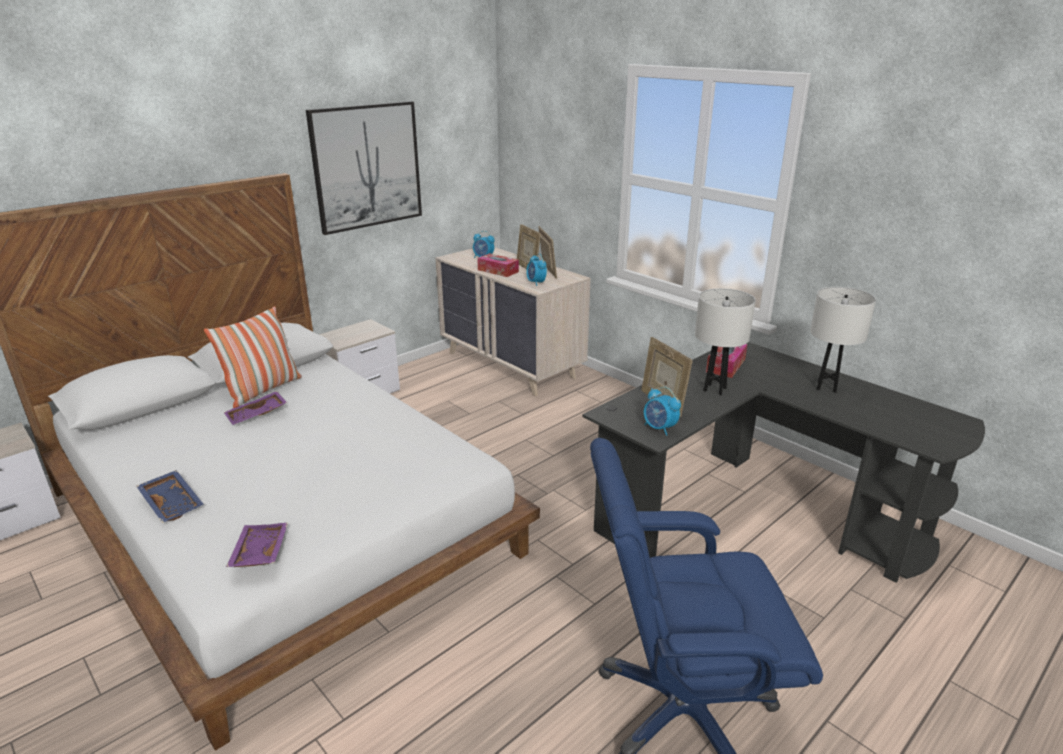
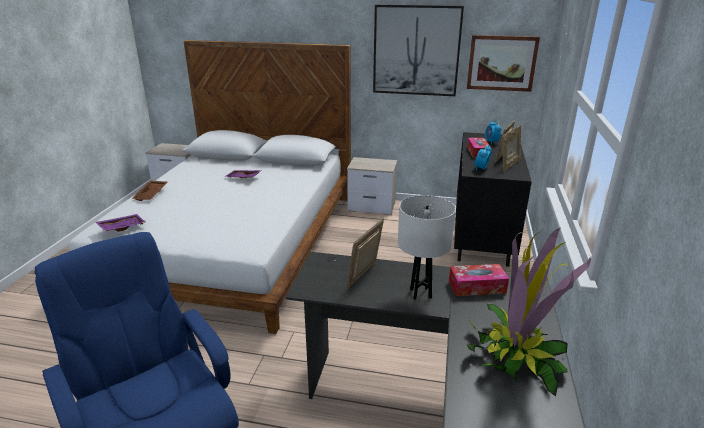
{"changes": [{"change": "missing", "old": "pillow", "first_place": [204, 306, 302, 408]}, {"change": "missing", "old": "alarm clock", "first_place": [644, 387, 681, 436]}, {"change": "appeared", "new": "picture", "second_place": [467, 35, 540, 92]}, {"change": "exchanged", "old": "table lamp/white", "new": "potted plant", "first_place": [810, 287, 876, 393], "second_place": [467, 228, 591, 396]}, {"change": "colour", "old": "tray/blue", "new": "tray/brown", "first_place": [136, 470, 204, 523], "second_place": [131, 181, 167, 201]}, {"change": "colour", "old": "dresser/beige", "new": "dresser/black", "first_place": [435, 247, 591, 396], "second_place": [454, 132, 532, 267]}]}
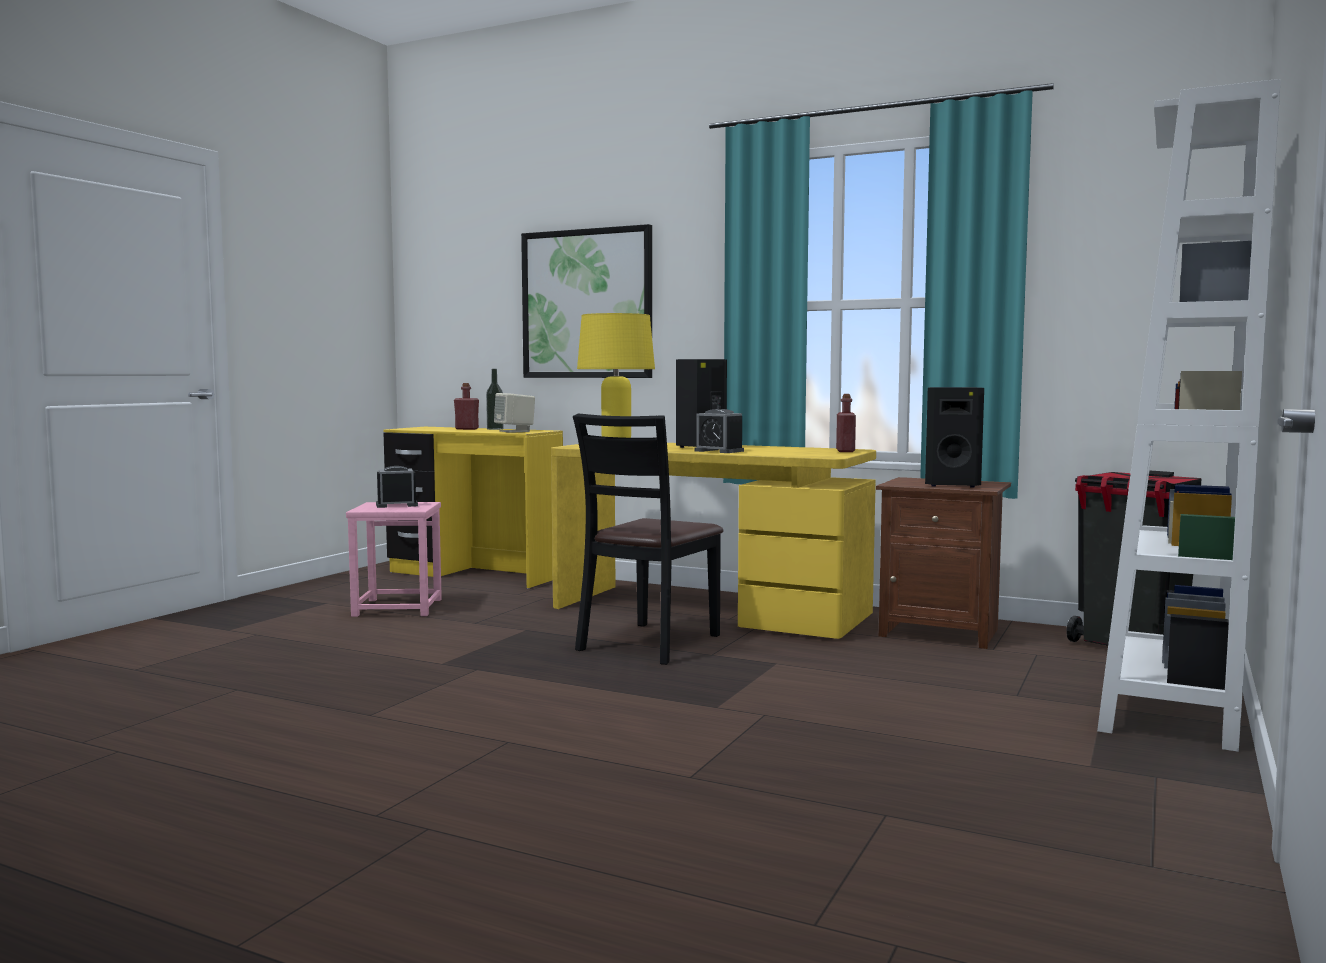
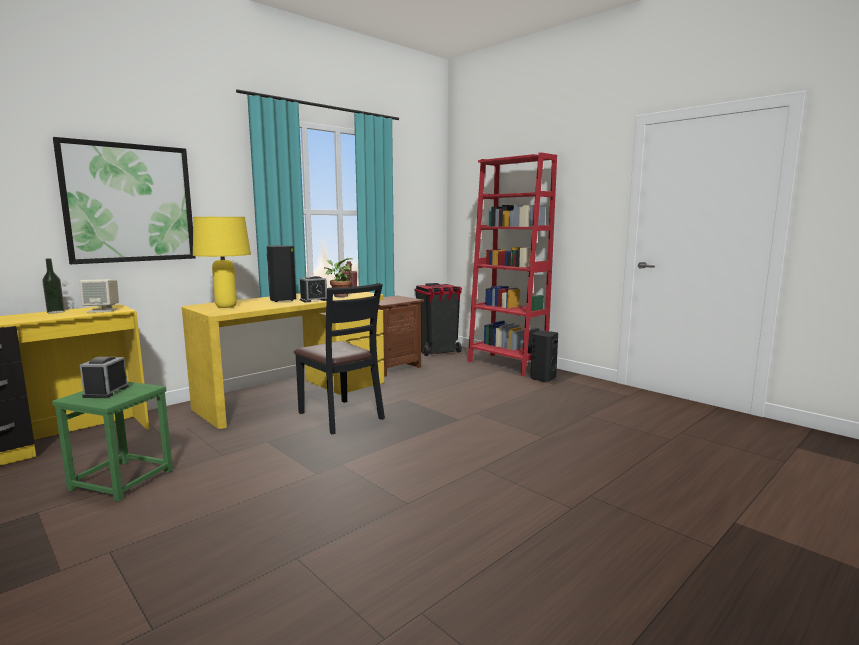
{"changes": [{"change": "missing", "old": "bottle/red", "first_place": [454, 383, 479, 430]}, {"change": "appeared", "new": "potted plant", "second_place": [324, 258, 353, 297]}, {"change": "relocated", "old": "speaker/black", "first_place": [925, 387, 984, 488], "second_place": [531, 331, 558, 382]}, {"change": "colour", "old": "stool/pink", "new": "stool/green", "first_place": [346, 502, 442, 617], "second_place": [52, 382, 173, 501]}, {"change": "colour", "old": "bookcase/white", "new": "bookcase/red", "first_place": [1097, 79, 1281, 752], "second_place": [468, 153, 557, 376]}]}
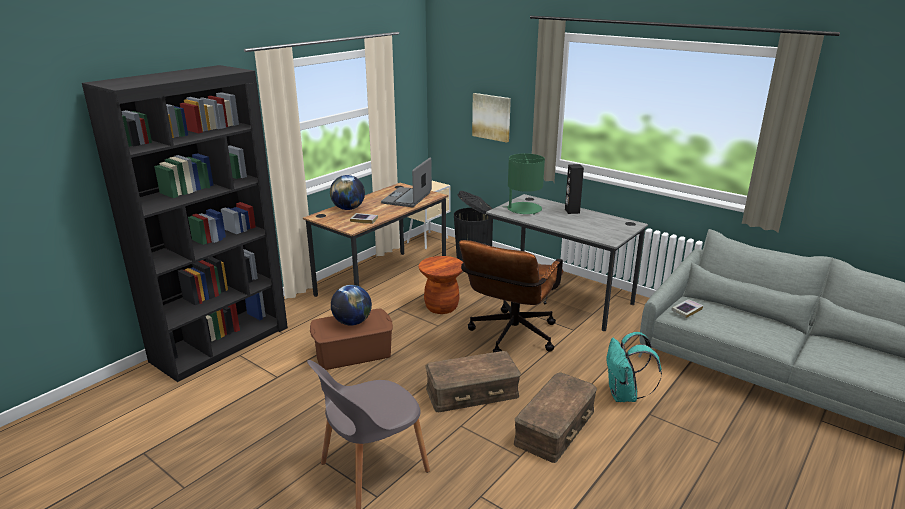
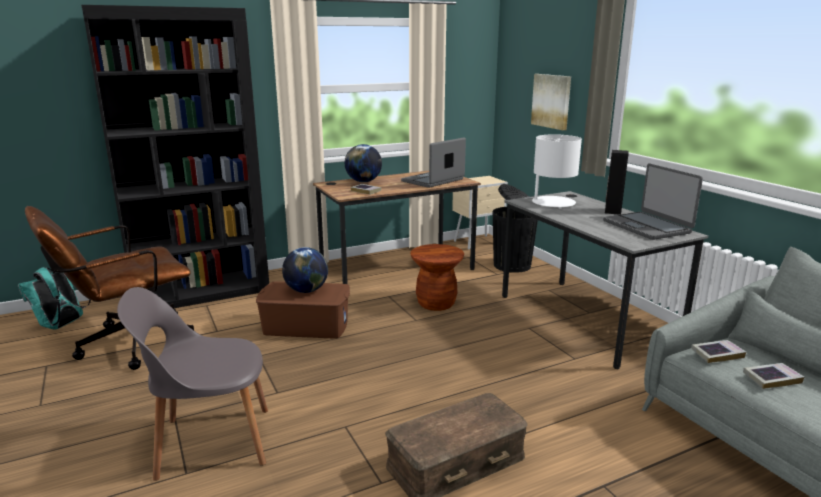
{"changes": [{"change": "missing", "old": "storage box/brown", "first_place": [425, 351, 521, 412]}, {"change": "appeared", "new": "laptop", "second_place": [603, 163, 703, 240]}, {"change": "appeared", "new": "book", "second_place": [743, 363, 804, 389]}, {"change": "relocated", "old": "office chair/brown", "first_place": [459, 240, 563, 352], "second_place": [25, 206, 194, 370]}, {"change": "relocated", "old": "backpack/turquoise", "first_place": [606, 332, 662, 402], "second_place": [18, 267, 91, 329]}, {"change": "colour", "old": "table lamp/green", "new": "table lamp/white", "first_place": [506, 153, 545, 215], "second_place": [527, 134, 582, 209]}]}
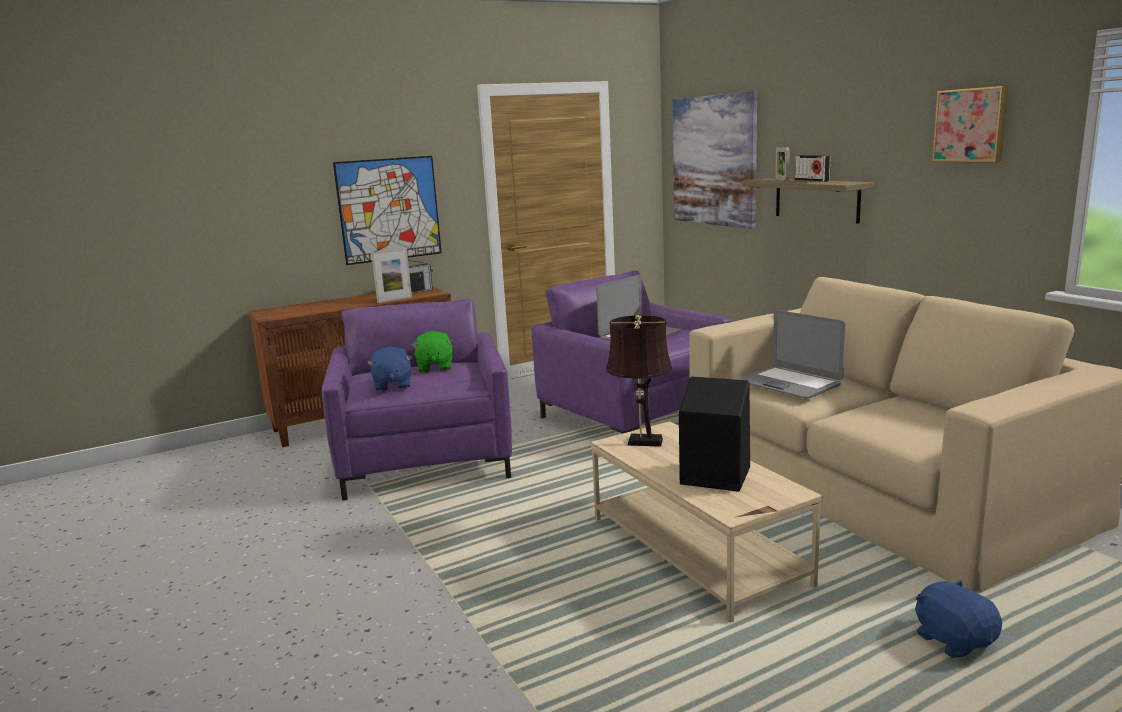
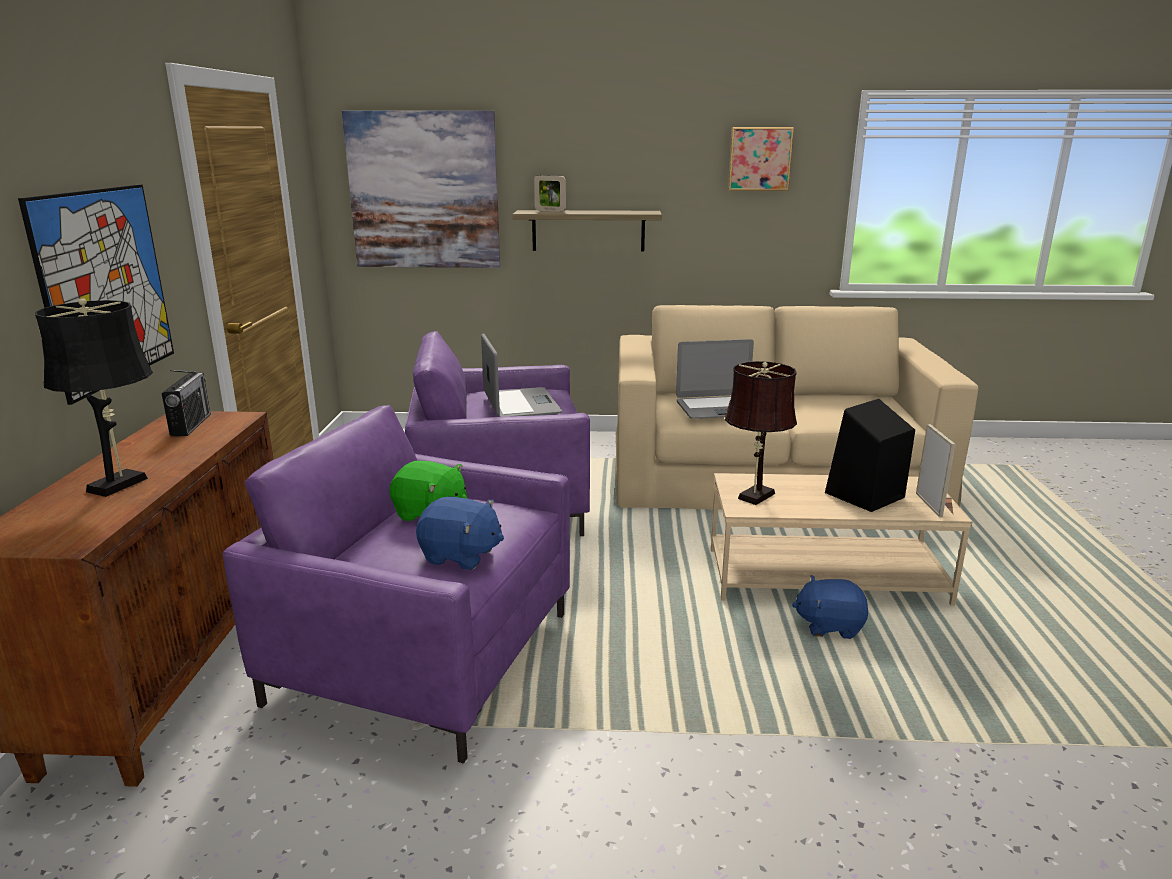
{"changes": [{"change": "missing", "old": "radio", "first_place": [795, 155, 831, 182]}, {"change": "appeared", "new": "table lamp/black", "second_place": [35, 298, 153, 497]}, {"change": "relocated", "old": "picture frame", "first_place": [371, 248, 412, 303], "second_place": [916, 424, 956, 517]}, {"change": "relocated", "old": "plush toy/blue", "first_place": [915, 580, 1002, 658], "second_place": [792, 575, 868, 639]}]}
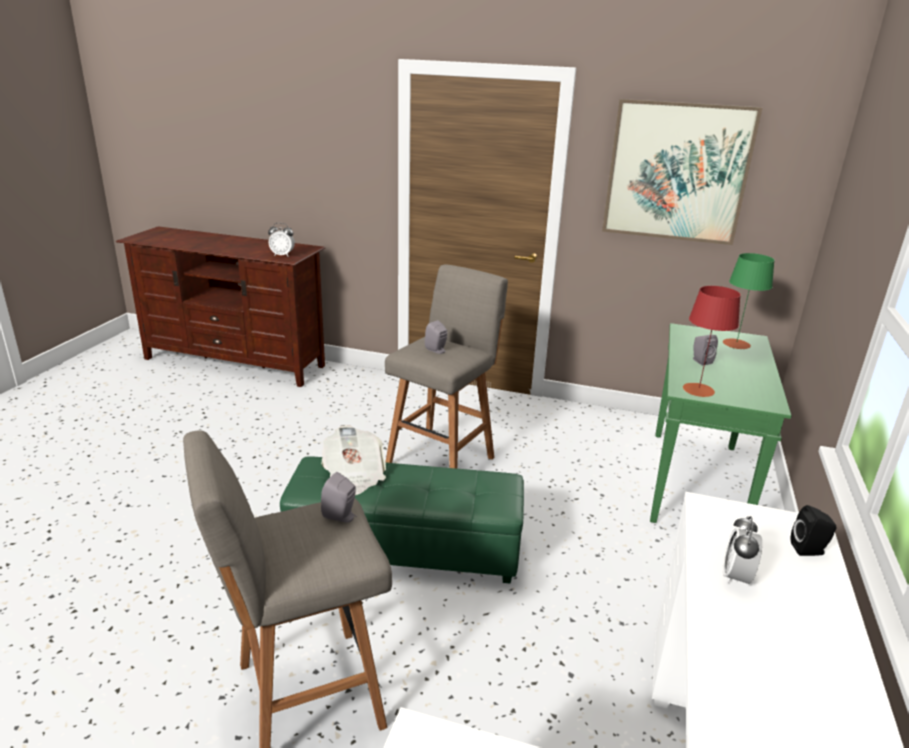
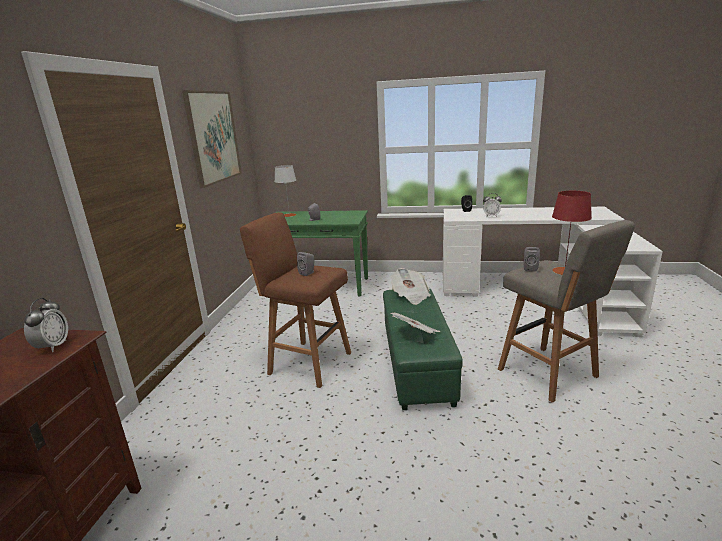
{"changes": [{"change": "appeared", "new": "newspaper", "second_place": [390, 268, 431, 305]}, {"change": "relocated", "old": "table lamp/red", "first_place": [683, 286, 741, 397], "second_place": [552, 191, 592, 275]}, {"change": "colour", "old": "stool/grey", "new": "stool/brown", "first_place": [385, 264, 508, 468], "second_place": [240, 212, 351, 388]}, {"change": "colour", "old": "table lamp/green", "new": "table lamp/grey", "first_place": [723, 253, 775, 349], "second_place": [275, 165, 297, 217]}]}
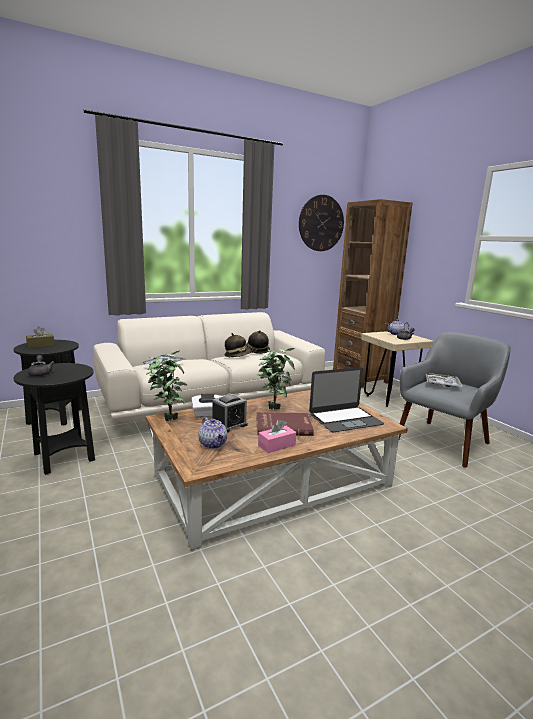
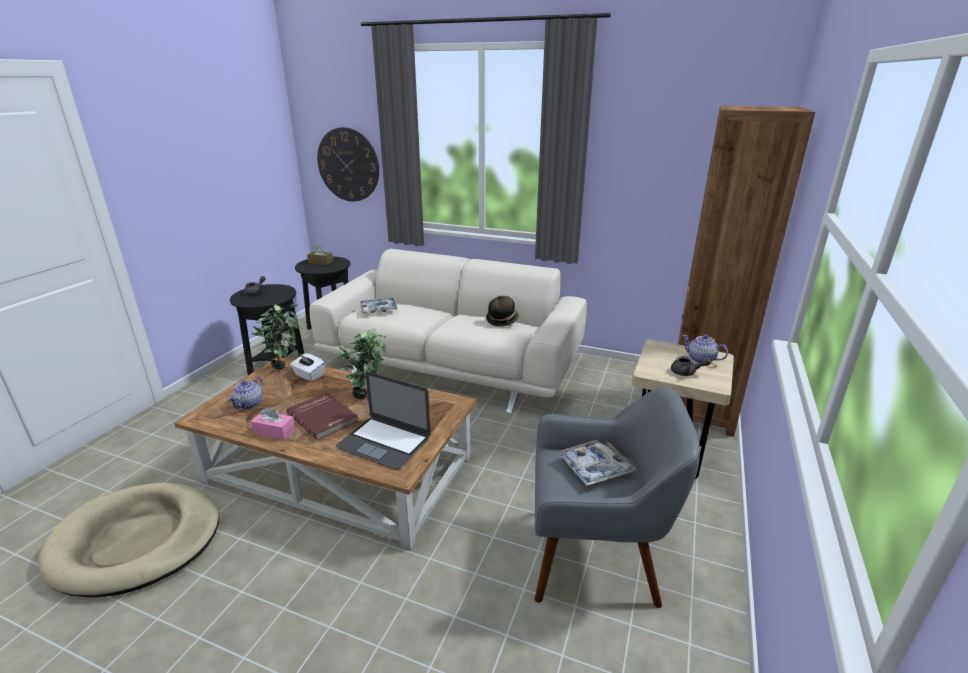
{"changes": [{"change": "missing", "old": "alarm clock", "first_place": [213, 394, 247, 433]}, {"change": "missing", "old": "hat", "first_place": [225, 333, 251, 357]}, {"change": "appeared", "new": "dog bed/beige", "second_place": [38, 483, 219, 597]}, {"change": "relocated", "old": "wall clock", "first_place": [299, 195, 344, 251], "second_place": [317, 127, 379, 202]}]}
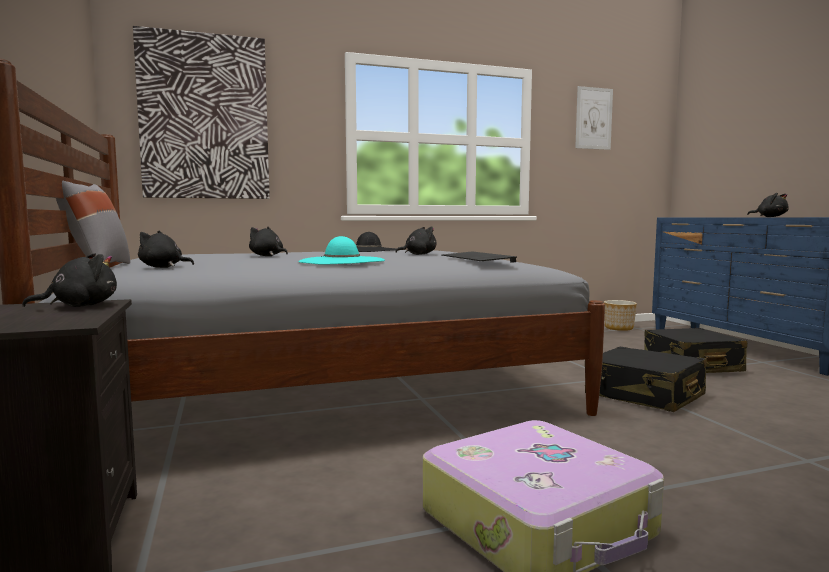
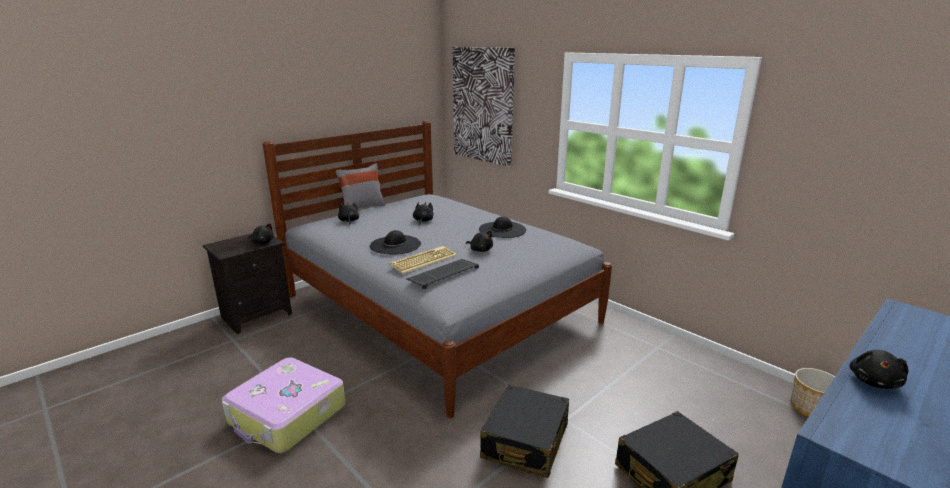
{"changes": [{"change": "missing", "old": "picture", "first_place": [575, 86, 613, 150]}, {"change": "appeared", "new": "keyboard", "second_place": [389, 246, 457, 274]}, {"change": "colour", "old": "hat/turquoise", "new": "hat/black", "first_place": [299, 236, 385, 265], "second_place": [370, 230, 421, 254]}]}
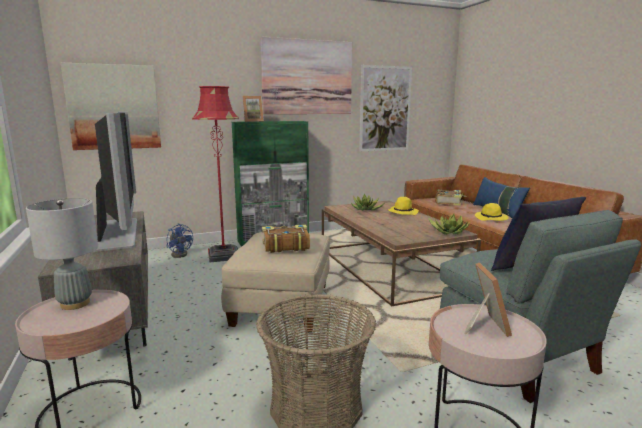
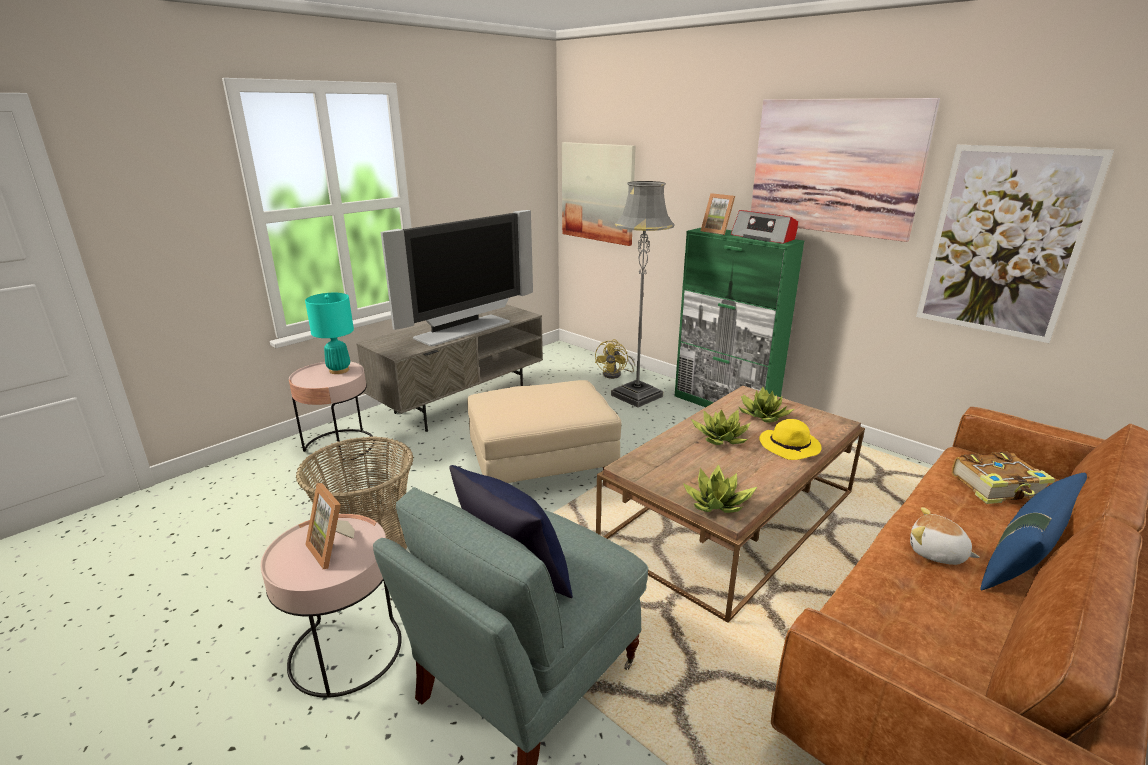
{"changes": [{"change": "missing", "old": "book", "first_place": [262, 224, 310, 253]}, {"change": "appeared", "new": "potted plant", "second_place": [691, 409, 751, 445]}, {"change": "appeared", "new": "radio", "second_place": [731, 210, 798, 244]}, {"change": "exchanged", "old": "hat/yellow", "new": "plush toy", "first_place": [475, 203, 509, 221], "second_place": [910, 507, 980, 565]}, {"change": "colour", "old": "table lamp/grey", "new": "table lamp/turquoise", "first_place": [26, 198, 98, 310], "second_place": [305, 293, 354, 374]}, {"change": "colour", "old": "fan/blue", "new": "fan/yellow", "first_place": [167, 223, 193, 258], "second_place": [595, 339, 635, 379]}, {"change": "colour", "old": "floor lamp/red", "new": "floor lamp/grey", "first_place": [192, 86, 239, 263], "second_place": [611, 181, 674, 408]}, {"change": "spun", "old": "picture frame", "first_place": [464, 263, 512, 337], "second_place": [305, 483, 355, 569], "degrees": 75}]}
